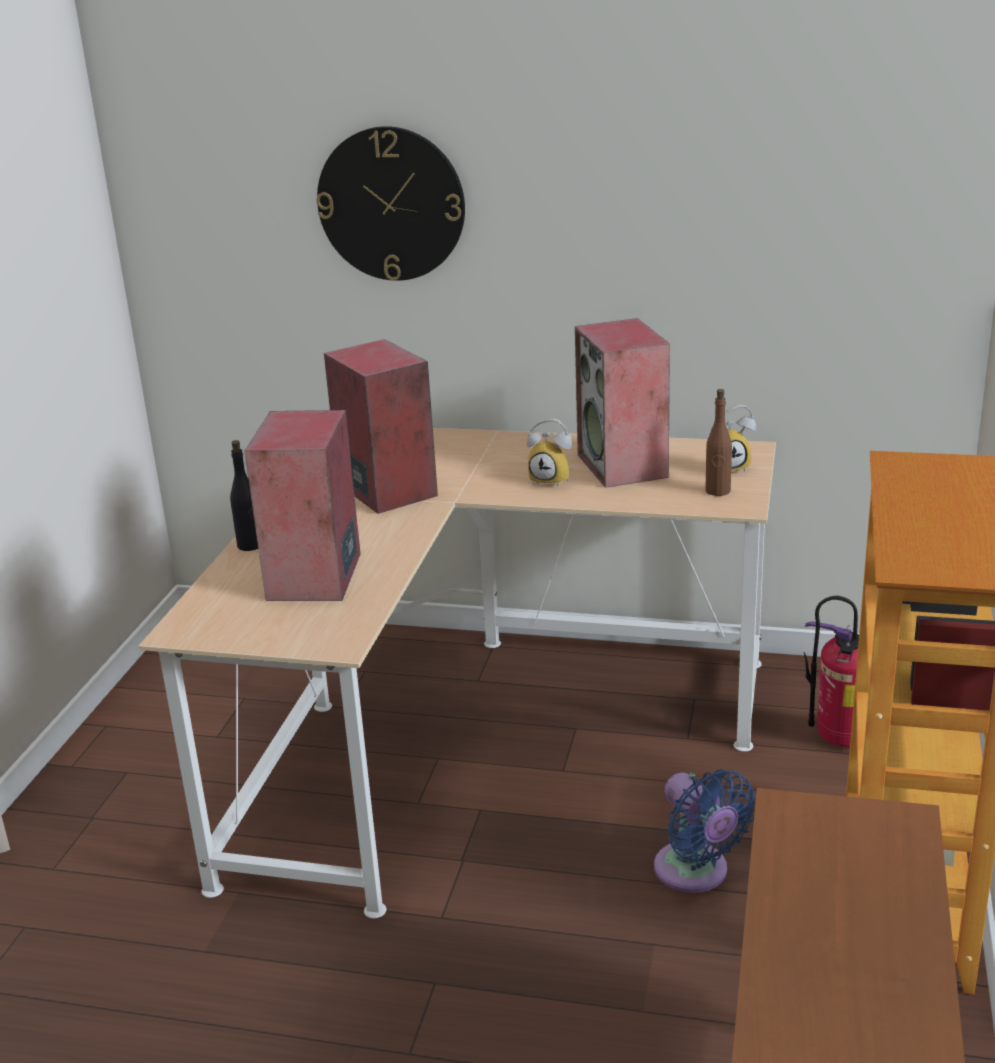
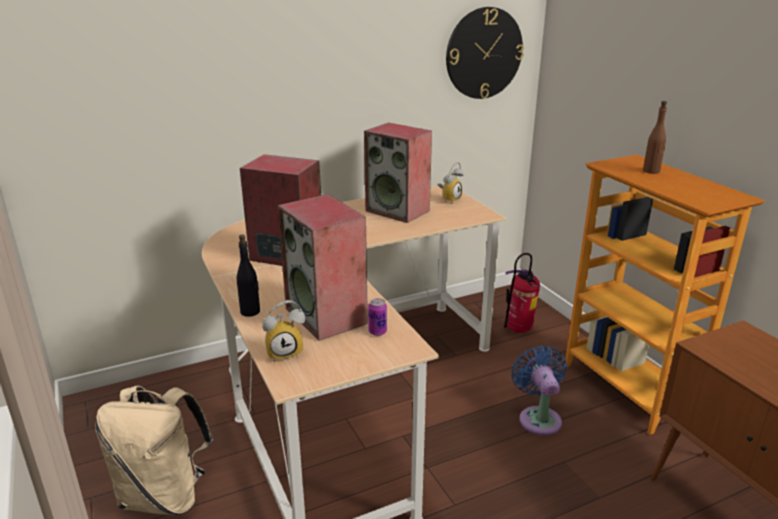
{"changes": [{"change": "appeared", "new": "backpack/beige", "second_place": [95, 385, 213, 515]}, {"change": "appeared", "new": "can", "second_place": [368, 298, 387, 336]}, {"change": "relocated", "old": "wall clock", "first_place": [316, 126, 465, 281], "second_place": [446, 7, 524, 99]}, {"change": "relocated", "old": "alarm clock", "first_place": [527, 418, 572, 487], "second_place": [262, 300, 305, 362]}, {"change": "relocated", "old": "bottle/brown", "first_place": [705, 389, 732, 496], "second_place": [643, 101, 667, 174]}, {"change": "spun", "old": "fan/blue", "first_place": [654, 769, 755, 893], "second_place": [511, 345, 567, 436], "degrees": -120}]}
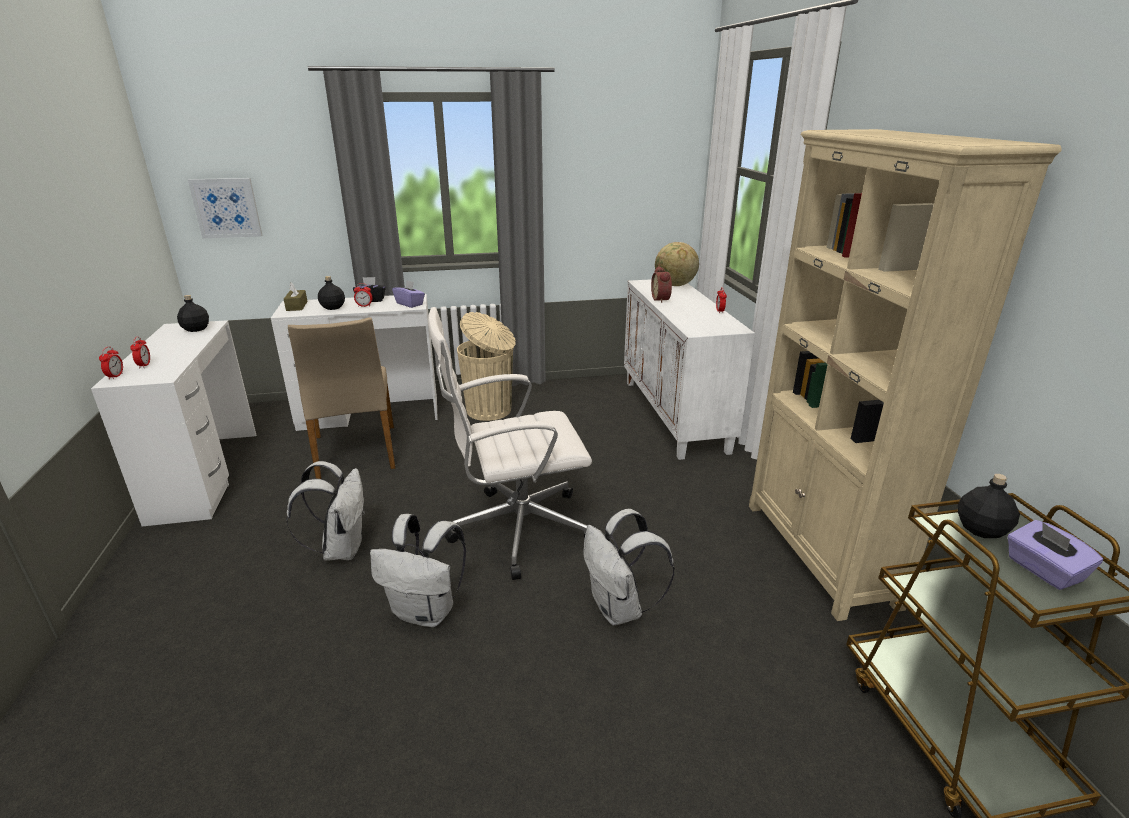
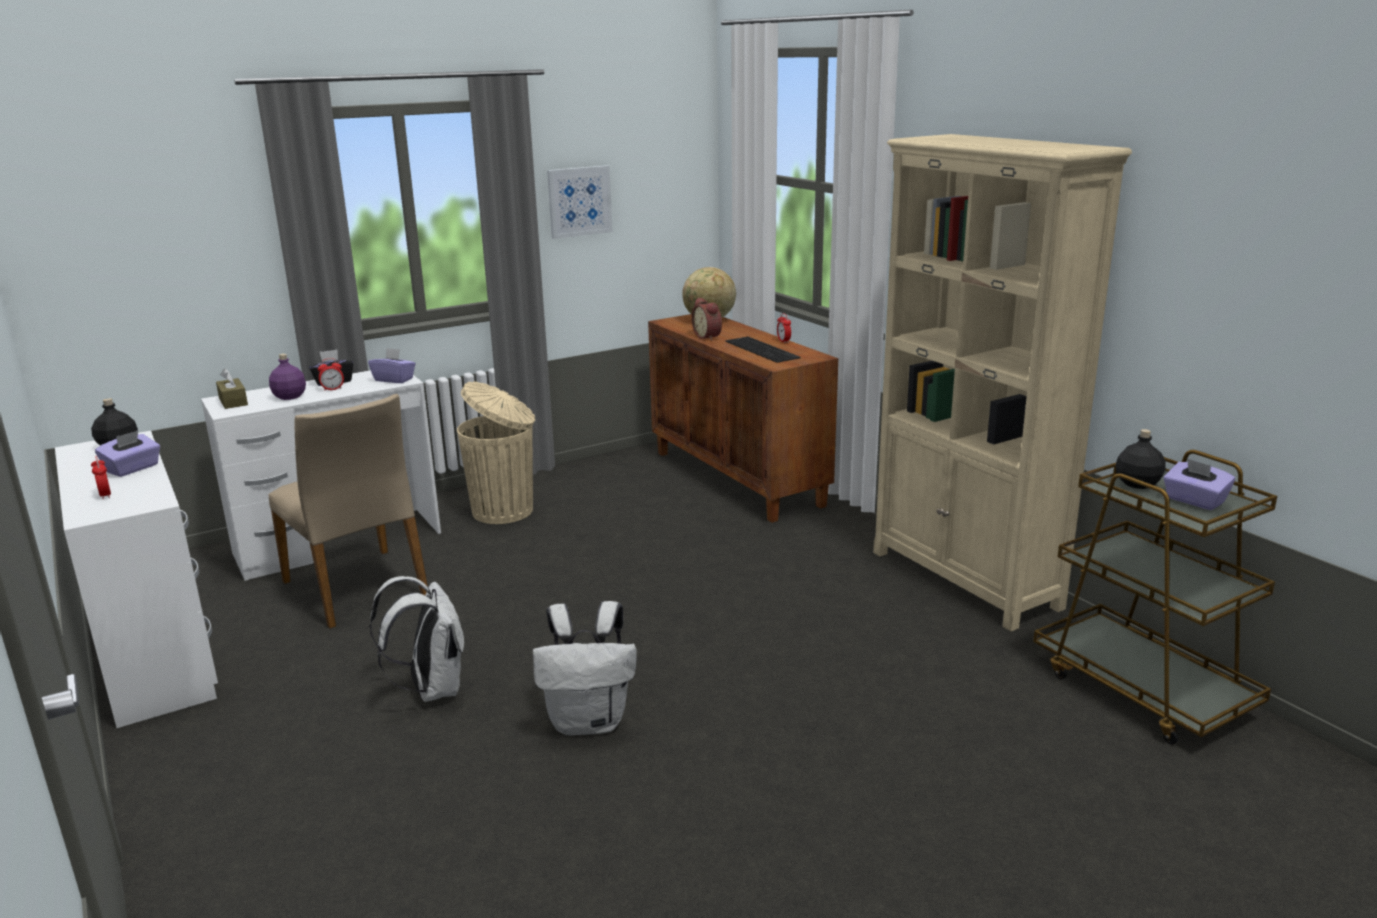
{"changes": [{"change": "missing", "old": "alarm clock", "first_place": [99, 346, 123, 380]}, {"change": "missing", "old": "office chair/white", "first_place": [428, 307, 592, 580]}, {"change": "missing", "old": "backpack/white", "first_place": [584, 509, 675, 625]}, {"change": "appeared", "new": "tissue box/purple", "second_place": [95, 430, 160, 477]}, {"change": "appeared", "new": "keyboard", "second_place": [725, 337, 801, 363]}, {"change": "relocated", "old": "picture", "first_place": [188, 178, 263, 239], "second_place": [547, 165, 613, 239]}, {"change": "colour", "old": "bottle/black", "new": "bottle/purple", "first_place": [318, 276, 345, 310], "second_place": [269, 354, 306, 400]}, {"change": "colour", "old": "cabinet/white", "new": "cabinet/brown", "first_place": [624, 279, 755, 460], "second_place": [648, 314, 838, 523]}]}
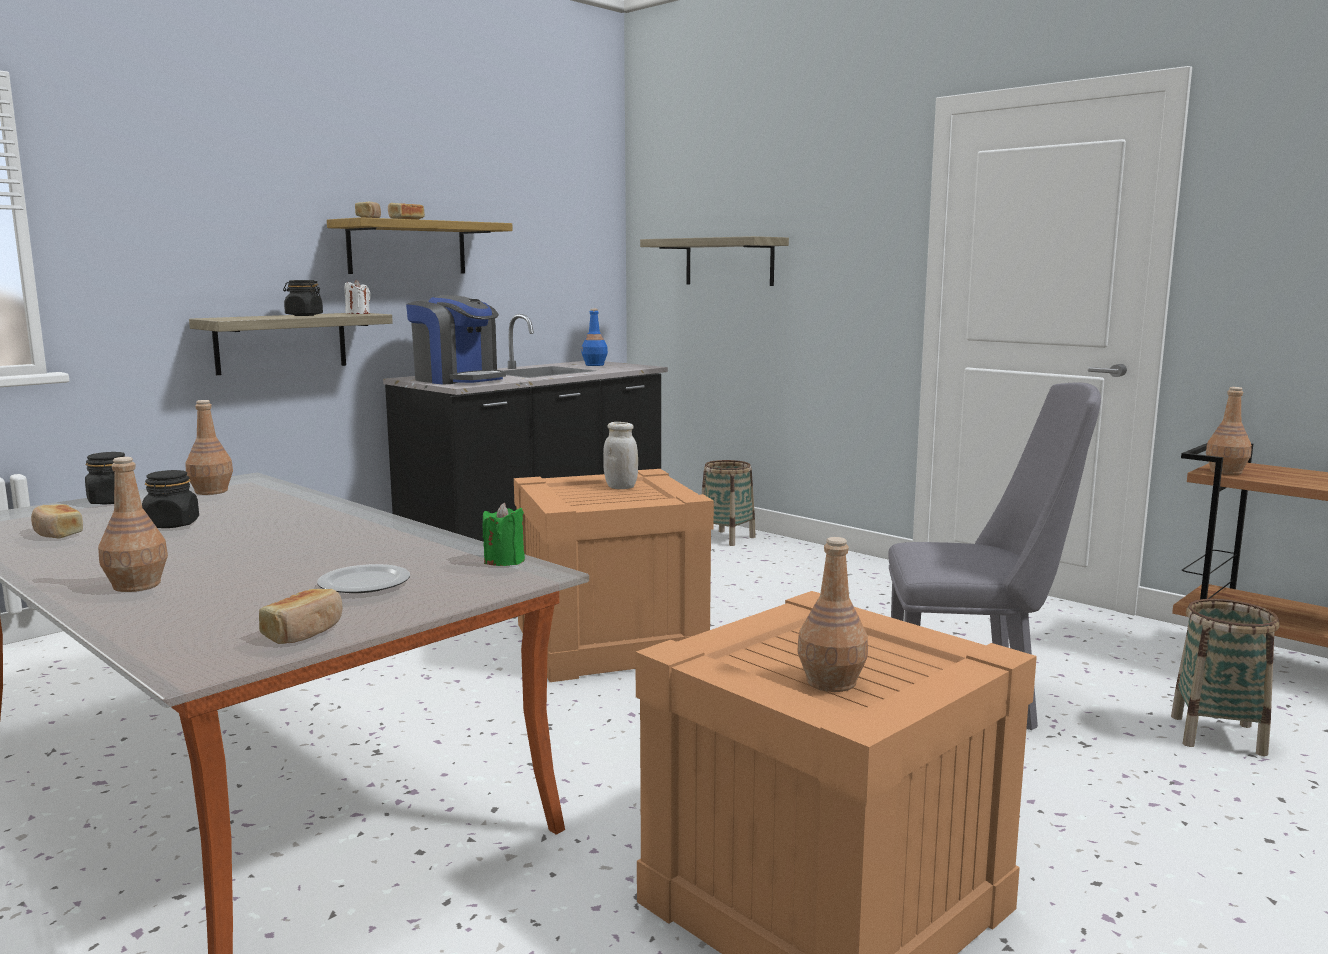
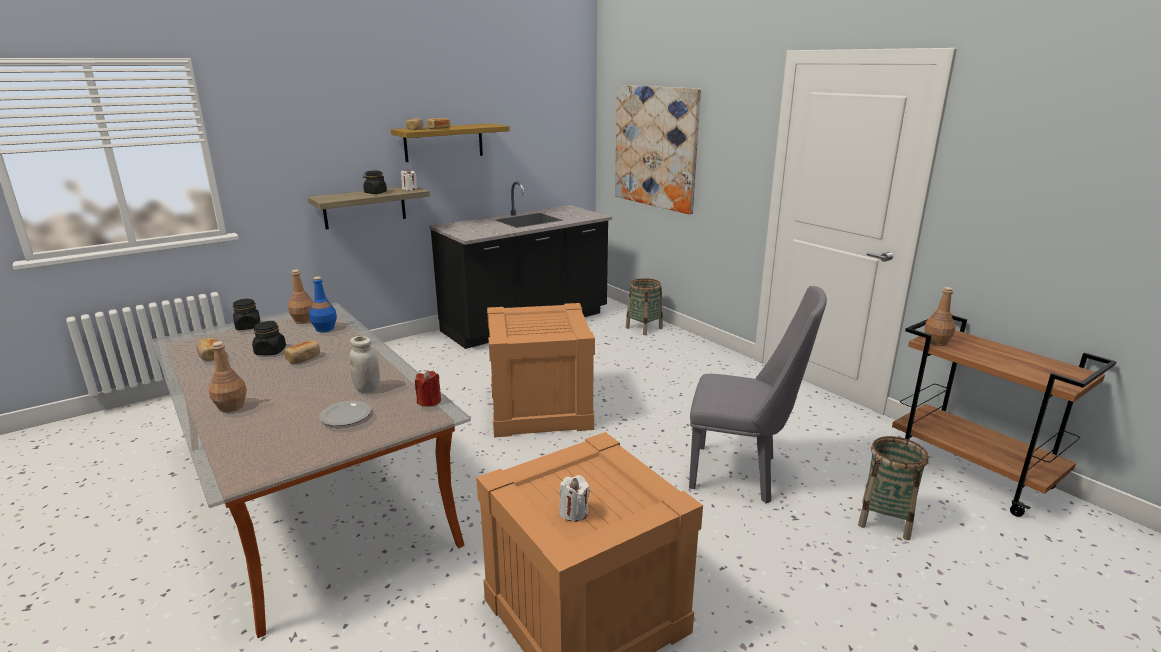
{"changes": [{"change": "missing", "old": "coffee machine", "first_place": [406, 295, 506, 385]}, {"change": "relocated", "old": "bread", "first_place": [259, 589, 342, 644], "second_place": [285, 341, 320, 364]}, {"change": "relocated", "old": "bottle/blue", "first_place": [582, 309, 608, 366], "second_place": [309, 277, 337, 332]}, {"change": "relocated", "old": "jar/white", "first_place": [603, 422, 638, 489], "second_place": [349, 336, 380, 393]}, {"change": "exchanged", "old": "shelf", "new": "picture", "first_place": [640, 236, 789, 286], "second_place": [615, 85, 701, 214]}, {"change": "exchanged", "old": "bottle/brown", "new": "candle/white", "first_place": [797, 537, 868, 692], "second_place": [559, 475, 590, 522]}, {"change": "colour", "old": "candle/green", "new": "candle/red", "first_place": [483, 503, 525, 566], "second_place": [415, 370, 441, 407]}]}
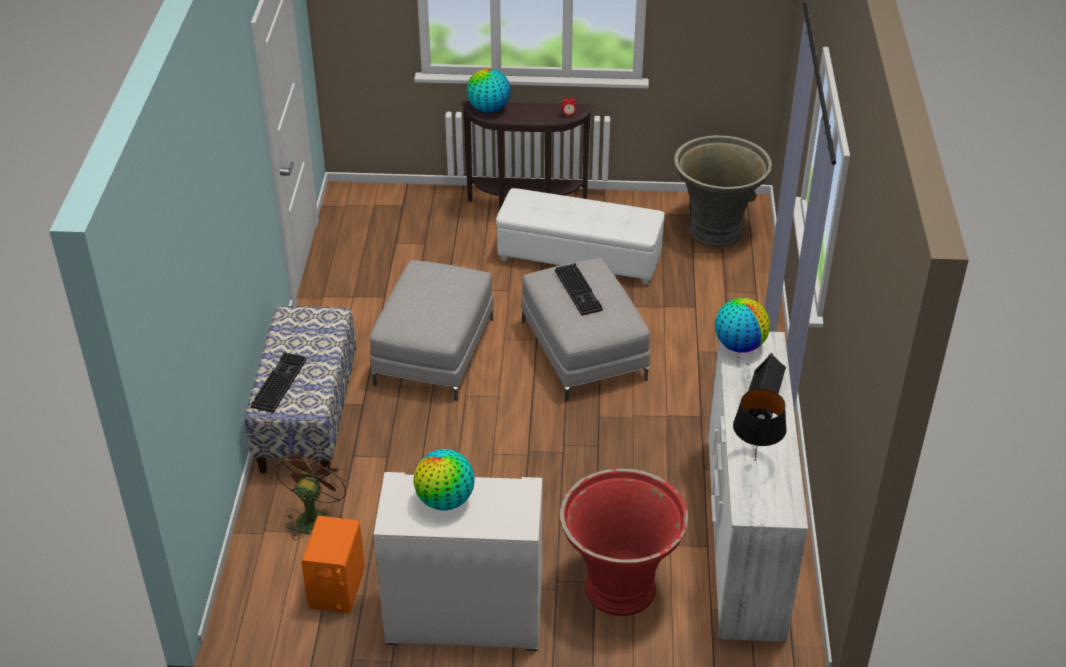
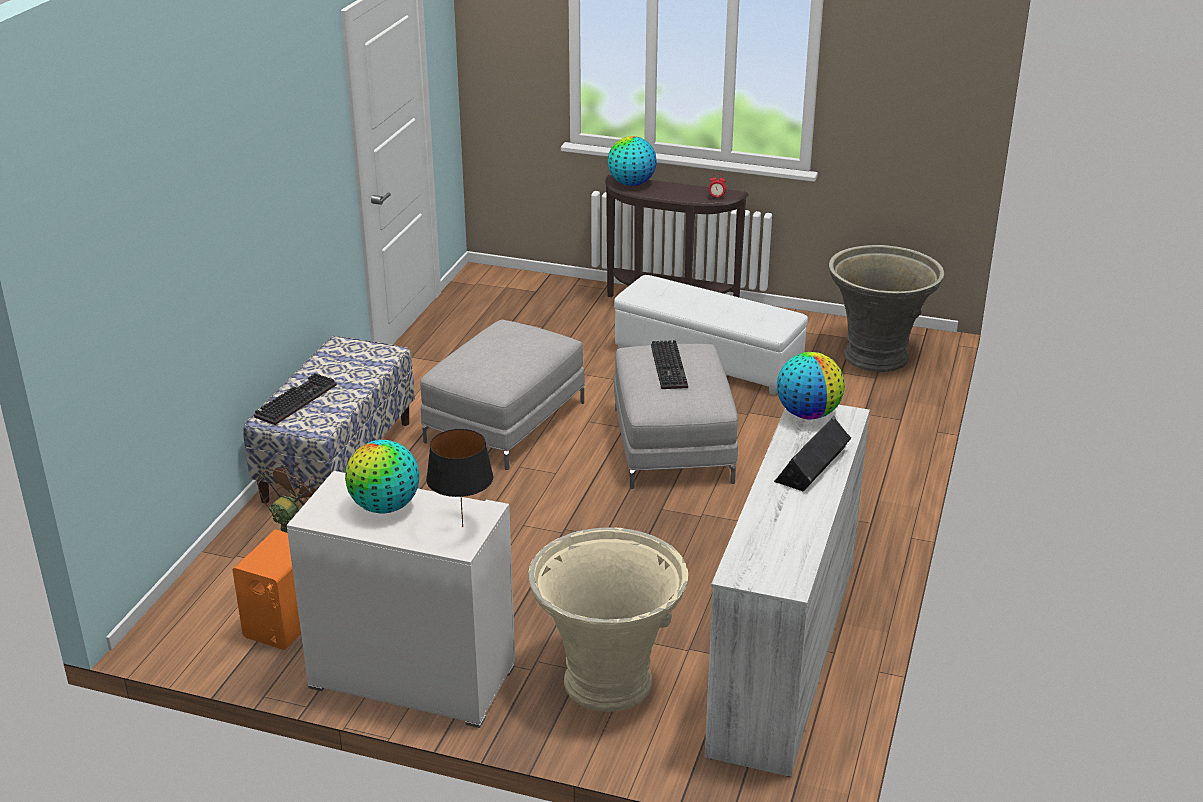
{"changes": [{"change": "relocated", "old": "table lamp/black", "first_place": [733, 389, 787, 459], "second_place": [426, 429, 493, 527]}, {"change": "colour", "old": "planter/red", "new": "planter/beige", "first_place": [559, 468, 689, 616], "second_place": [528, 527, 688, 712]}]}
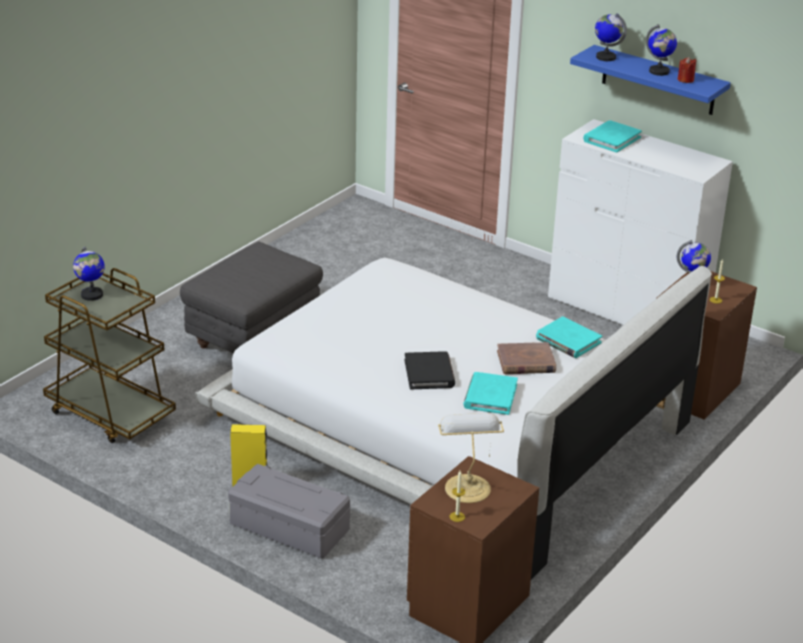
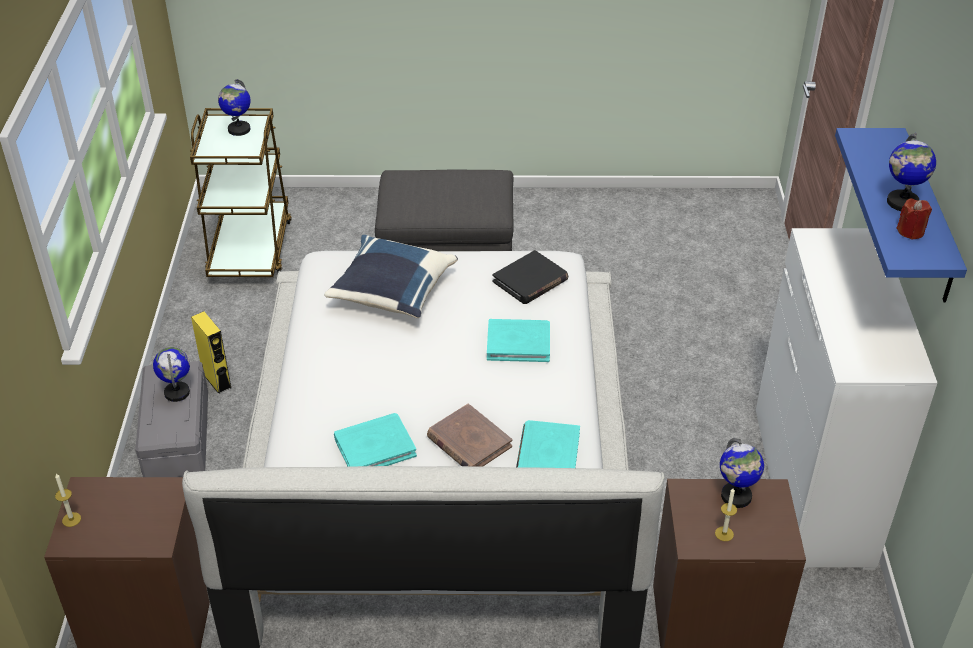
{"changes": [{"change": "missing", "old": "table lamp", "first_place": [438, 413, 504, 503]}, {"change": "appeared", "new": "pillow/blue", "second_place": [324, 235, 458, 318]}, {"change": "relocated", "old": "book/black", "first_place": [405, 351, 455, 389], "second_place": [493, 250, 568, 304]}, {"change": "relocated", "old": "book/turquoise", "first_place": [583, 120, 642, 153], "second_place": [487, 319, 550, 362]}, {"change": "relocated", "old": "globe", "first_place": [595, 13, 627, 61], "second_place": [153, 347, 190, 402]}]}
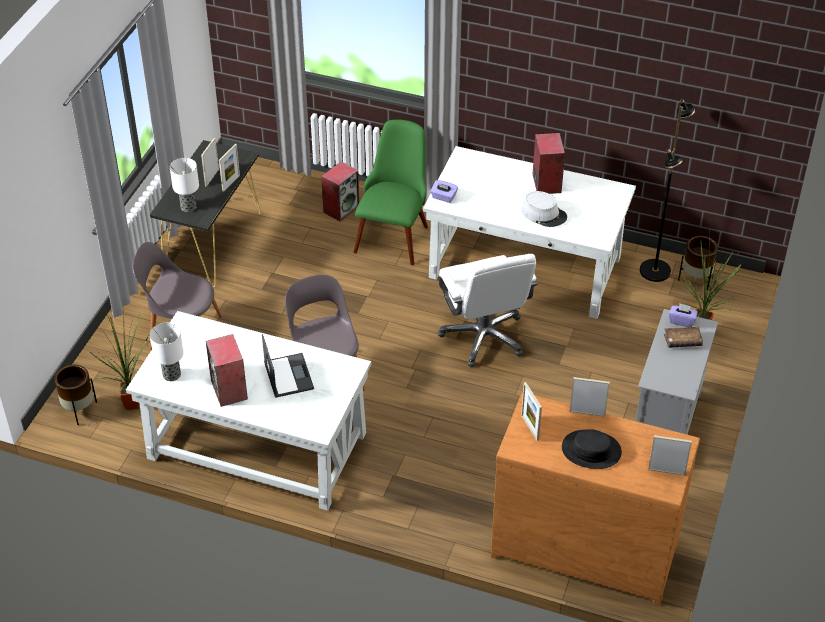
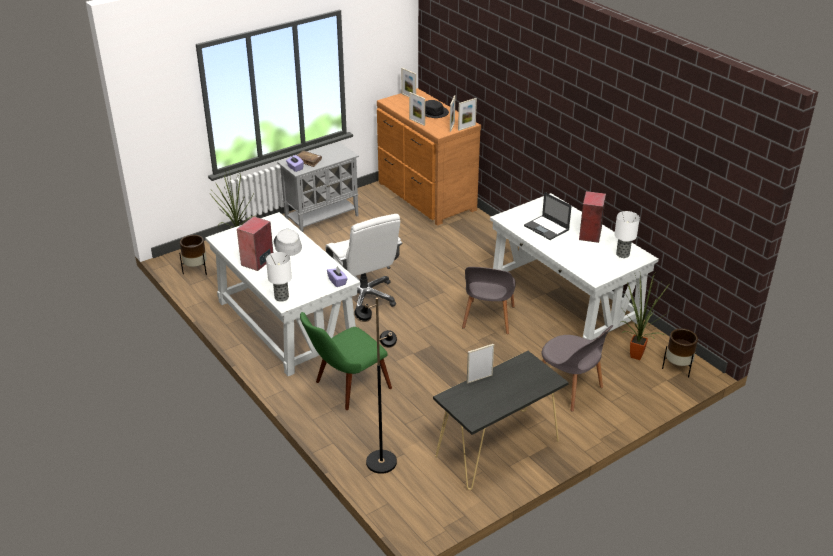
{"changes": [{"change": "missing", "old": "speaker", "first_place": [321, 162, 359, 222]}, {"change": "relocated", "old": "table lamp", "first_place": [170, 158, 199, 212], "second_place": [266, 252, 292, 302]}, {"change": "relocated", "old": "picture frame", "first_place": [201, 138, 219, 187], "second_place": [458, 98, 477, 131]}, {"change": "relocated", "old": "floor lamp/black", "first_place": [640, 99, 695, 282], "second_place": [354, 298, 397, 474]}, {"change": "spun", "old": "laptop", "first_place": [262, 334, 314, 398], "second_place": [524, 192, 572, 240], "degrees": -60}, {"change": "spun", "old": "office chair/white", "first_place": [438, 254, 538, 367], "second_place": [325, 214, 402, 308], "degrees": 135}]}
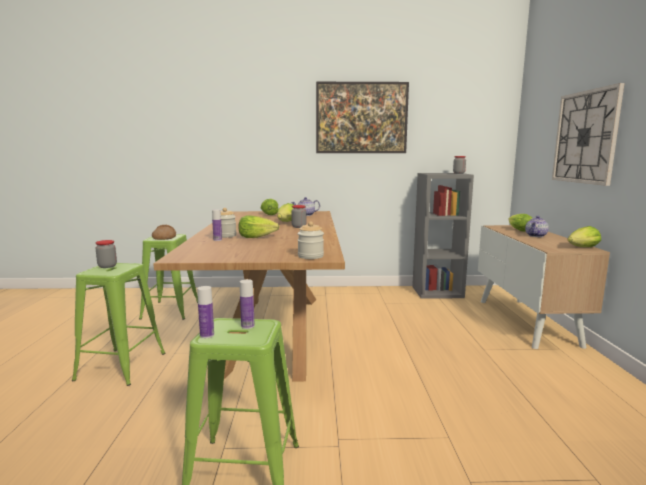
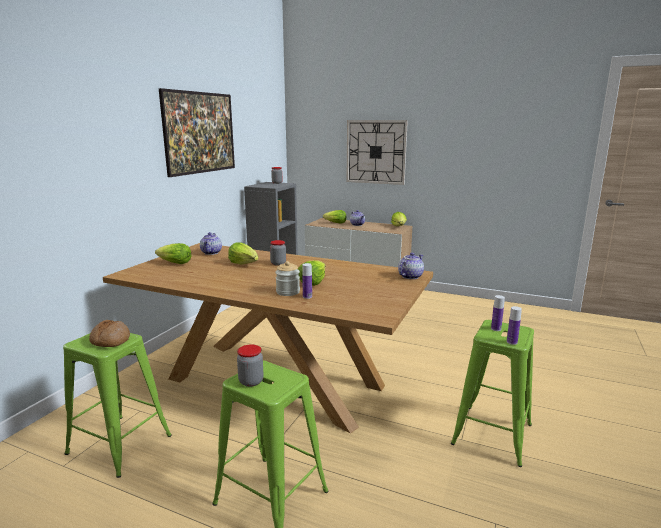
{"changes": [{"change": "exchanged", "old": "jar", "new": "teapot", "first_place": [297, 221, 324, 259], "second_place": [398, 253, 424, 279]}]}
